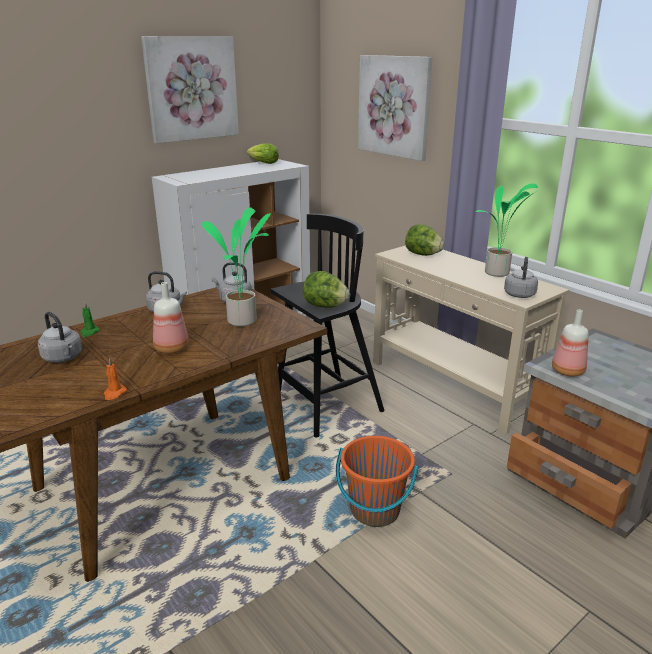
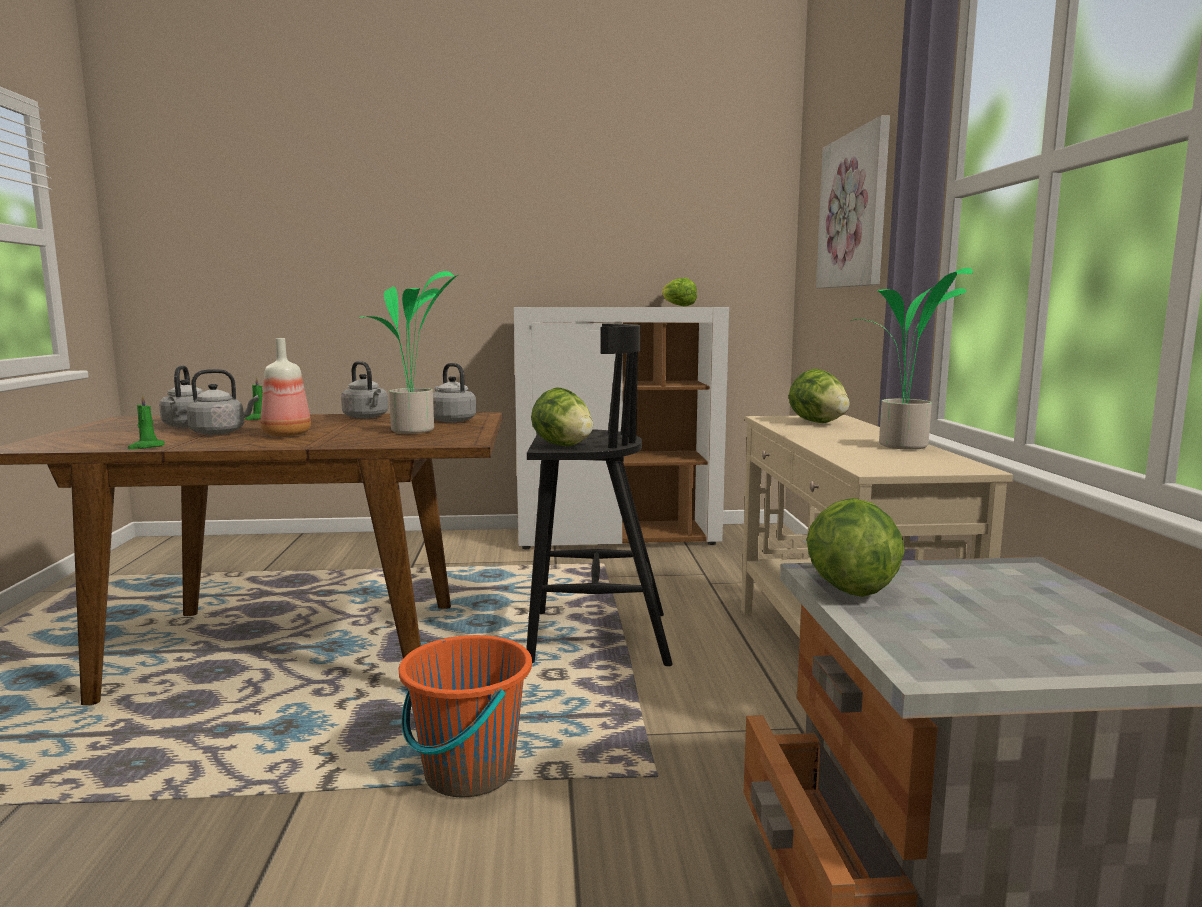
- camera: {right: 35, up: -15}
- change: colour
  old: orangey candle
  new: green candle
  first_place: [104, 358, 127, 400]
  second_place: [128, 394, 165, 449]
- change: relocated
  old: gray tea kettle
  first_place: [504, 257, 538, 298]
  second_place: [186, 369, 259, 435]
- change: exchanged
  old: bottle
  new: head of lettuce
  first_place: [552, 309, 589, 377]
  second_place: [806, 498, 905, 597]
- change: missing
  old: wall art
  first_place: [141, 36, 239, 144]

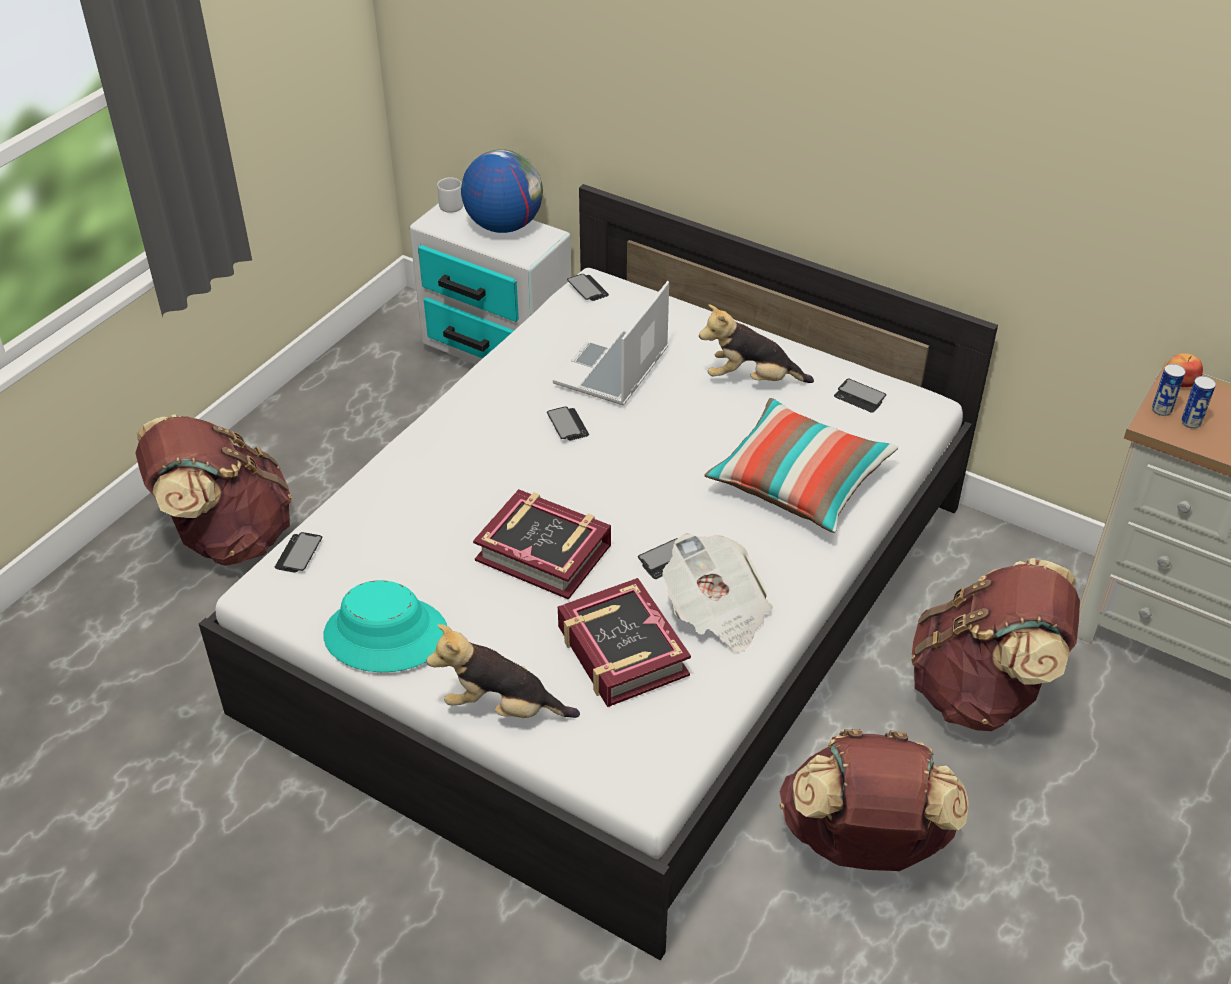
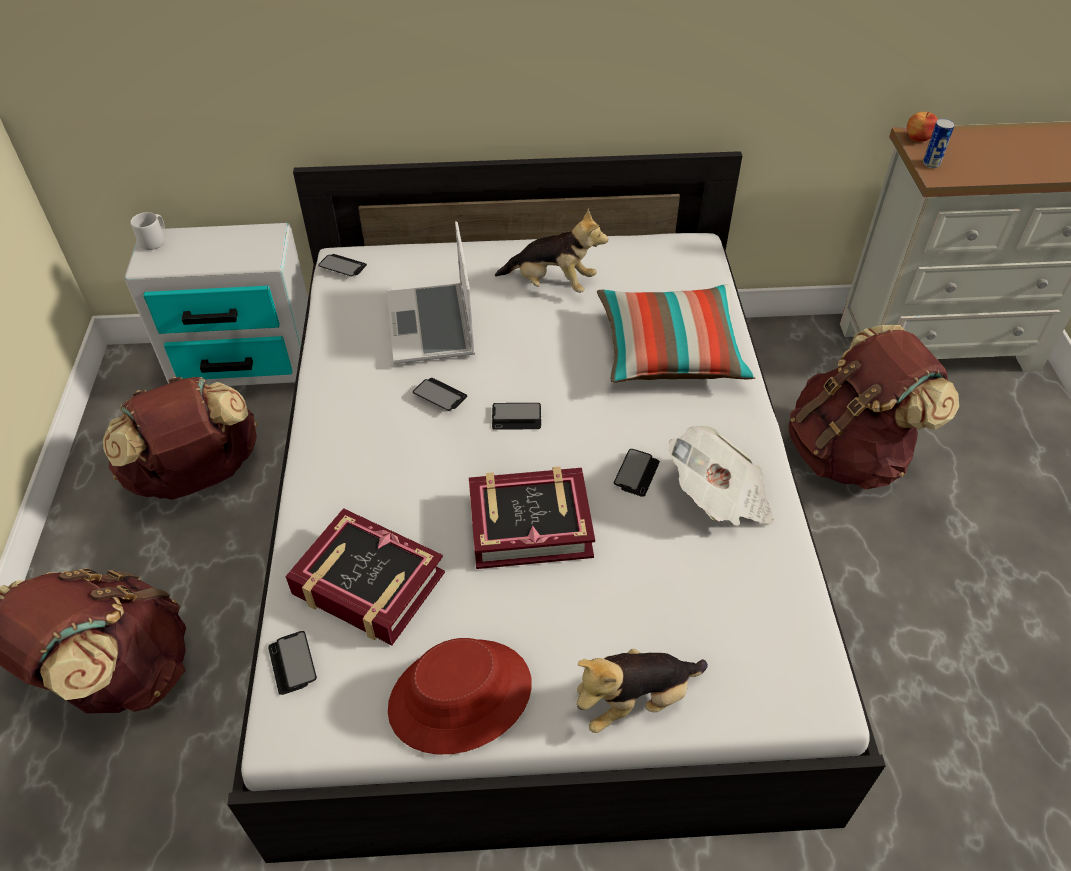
- camera: {right: -35, up: 5}
- change: relocated
  old: brown-coloured knapsack
  first_place: [779, 729, 968, 871]
  second_place: [103, 376, 258, 500]
- change: relocated
  old: book
  first_place: [558, 578, 691, 707]
  second_place: [285, 508, 445, 645]
- change: colour
  old: blue-green hat
  new: reddish hat
  first_place: [323, 580, 447, 672]
  second_place: [388, 638, 532, 754]
- change: relocated
  old: telephone
  first_place: [834, 379, 886, 413]
  second_place: [492, 403, 541, 430]
- change: spun
  old: cuddly toy
  first_place: [699, 304, 814, 383]
  second_place: [495, 209, 608, 293]
  degrees: -135
- change: missing
  old: desk globe
  first_place: [461, 149, 543, 233]
- change: missing
  old: metal can
  first_place: [1181, 376, 1216, 429]

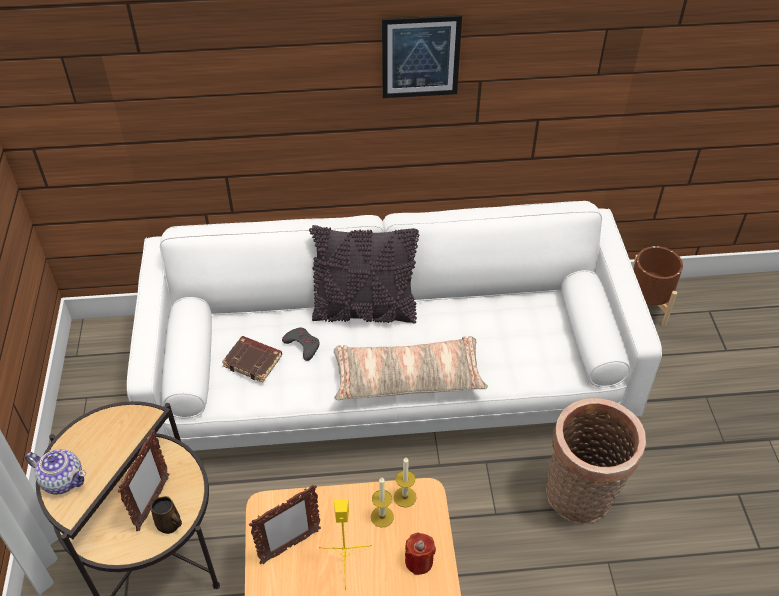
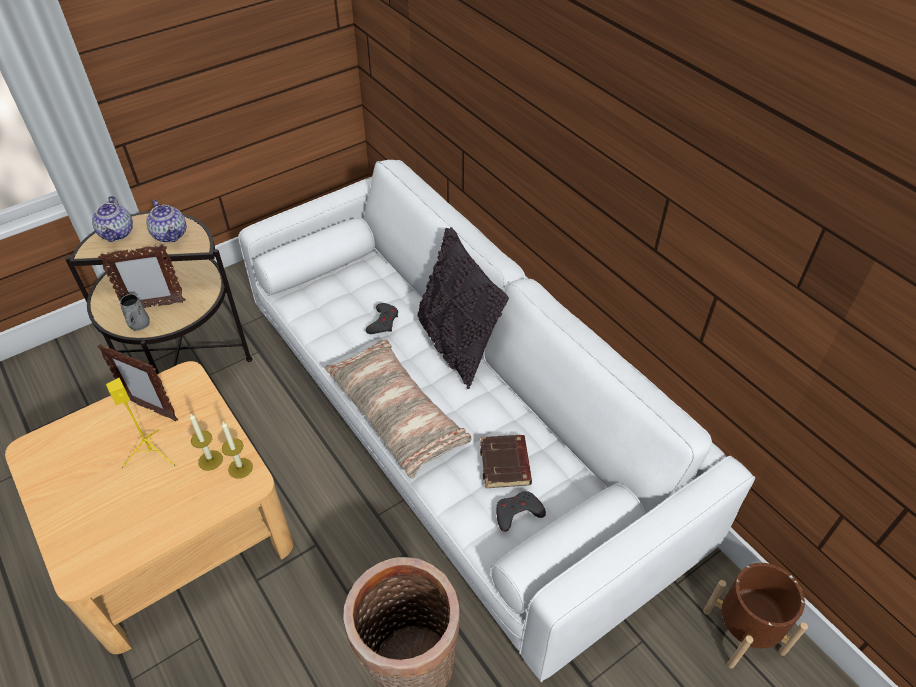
- camera: {right: 60, up: 0}
- change: colour
  old: brown-coloured tea mug
  new: gray tea mug
  first_place: [151, 496, 182, 534]
  second_place: [120, 293, 150, 331]
- change: appeared
  new: pot for tea
  second_place: [146, 200, 187, 243]
- change: relocated
  old: brown-coloured book
  first_place: [222, 336, 282, 382]
  second_place: [480, 435, 532, 488]
- change: appeared
  new: gray gamepad
  second_place: [496, 491, 546, 532]
- change: missing
  old: wall art
  first_place: [382, 15, 462, 98]
- change: missing
  old: reddish candle
  first_place: [405, 533, 436, 575]

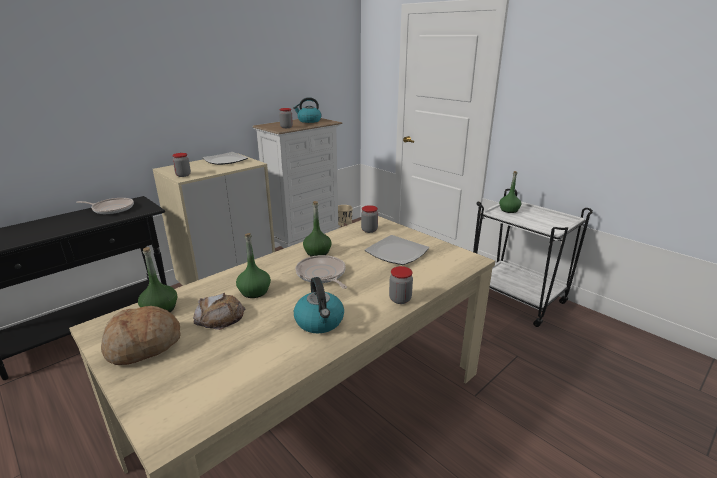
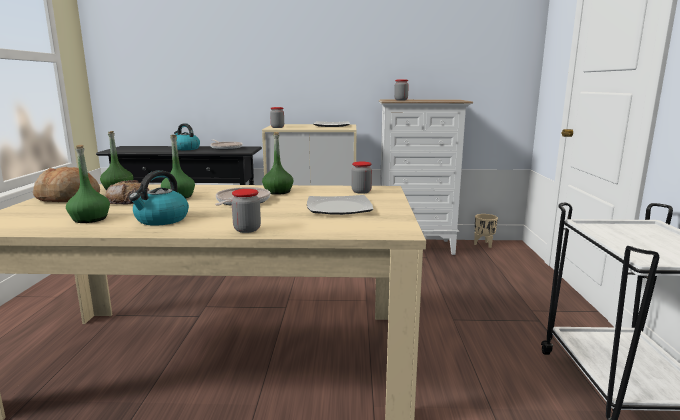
- camera: {right: 45, up: -10}
- change: relocated
  old: green bottle
  first_place: [499, 171, 522, 213]
  second_place: [66, 145, 110, 223]
- change: relocated
  old: tea kettle
  first_place: [293, 97, 321, 123]
  second_place: [174, 123, 200, 150]

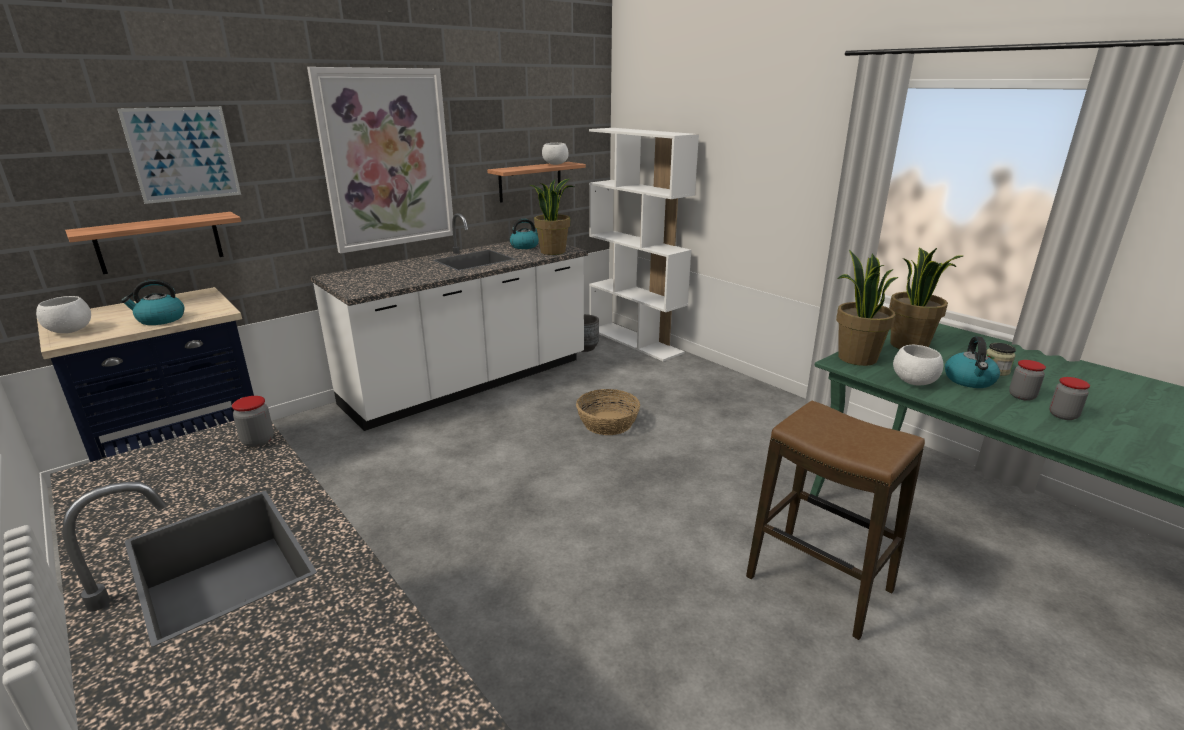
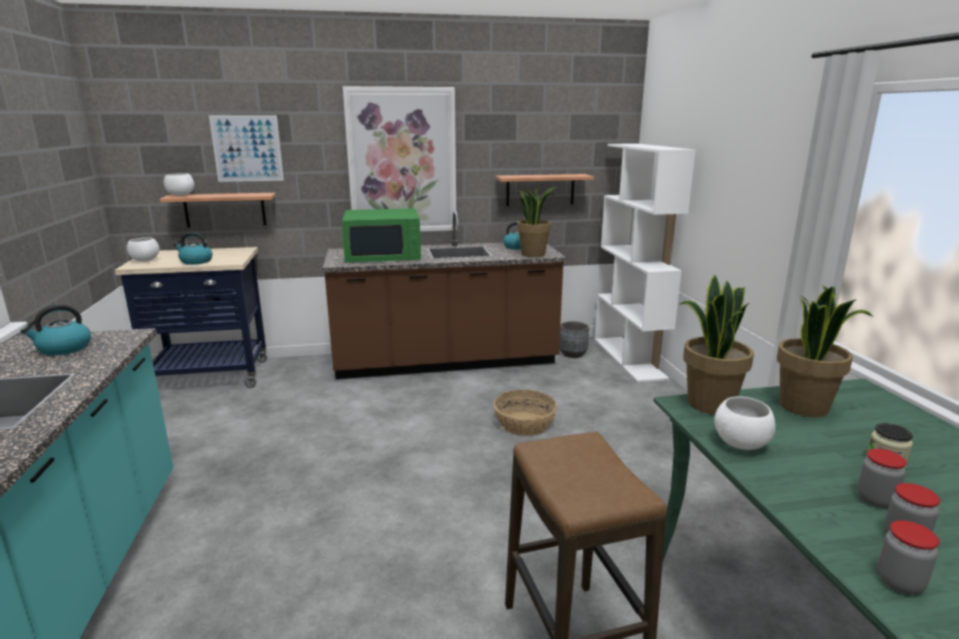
- camera: {right: 30, up: -5}
- change: relocated
  old: tea kettle
  first_place: [945, 336, 1000, 388]
  second_place: [20, 305, 91, 356]
- change: relocated
  old: white-coloured serving bowl
  first_place: [542, 143, 569, 165]
  second_place: [164, 173, 194, 196]
- change: colour
  old: white-coloured counter
  new: brown-coloured counter
  first_place: [310, 213, 588, 431]
  second_place: [323, 211, 566, 379]
- change: appeared
  new: green microwave
  second_place: [342, 208, 421, 262]
- change: relocated
  old: jar
  first_place: [232, 396, 274, 447]
  second_place: [877, 520, 940, 594]

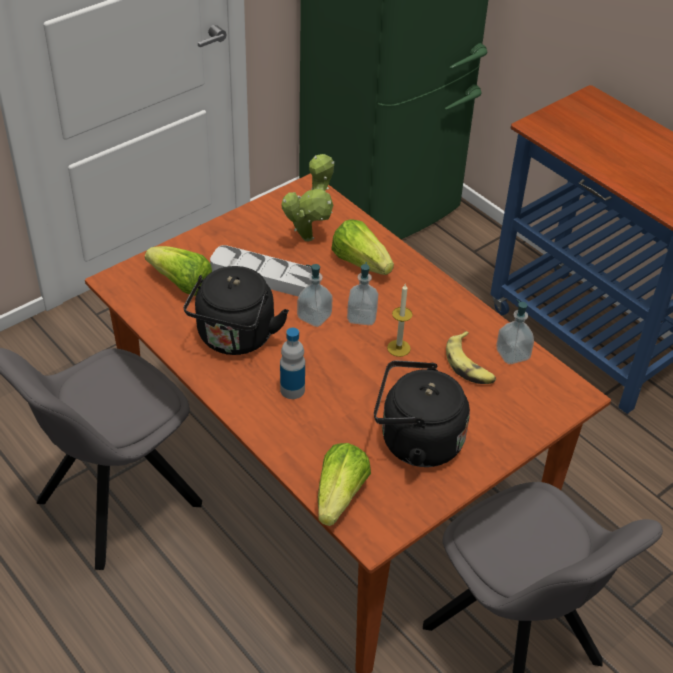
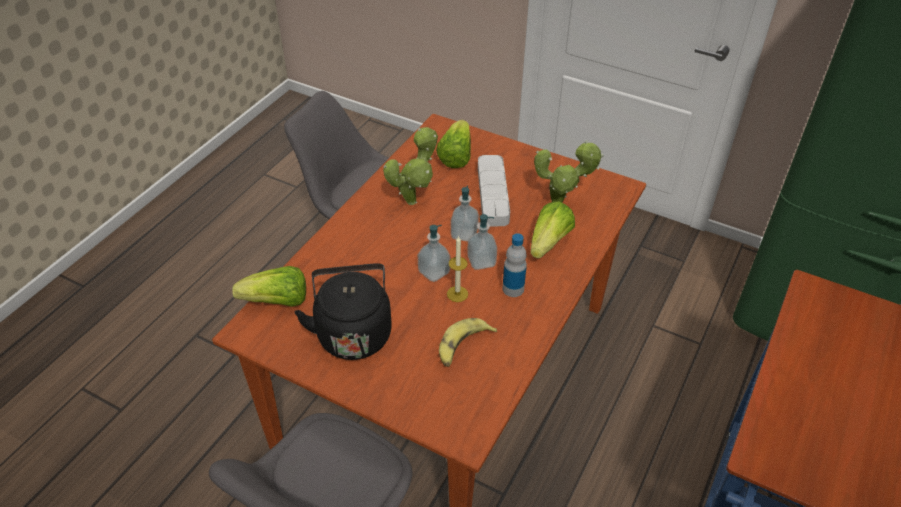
- camera: {right: 70, up: 0}
- change: exchanged
  old: black tea kettle
  new: plant in a pot
  first_place: [184, 266, 289, 355]
  second_place: [383, 127, 438, 205]
- change: relocated
  old: soap bottle
  first_place: [496, 300, 534, 364]
  second_place: [418, 225, 450, 282]
- change: relocated
  old: bottle
  first_place: [280, 328, 305, 399]
  second_place: [502, 233, 527, 297]

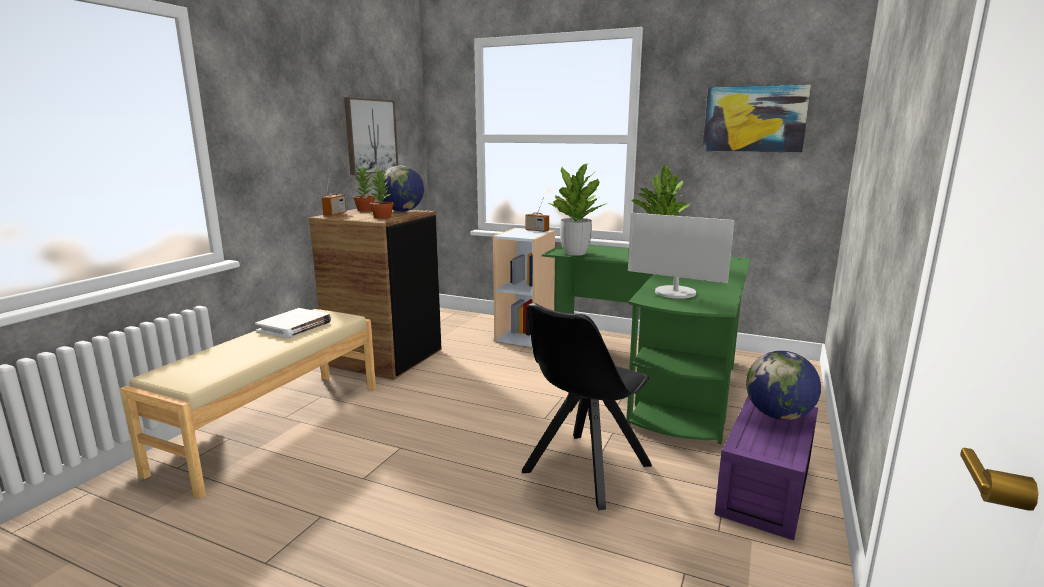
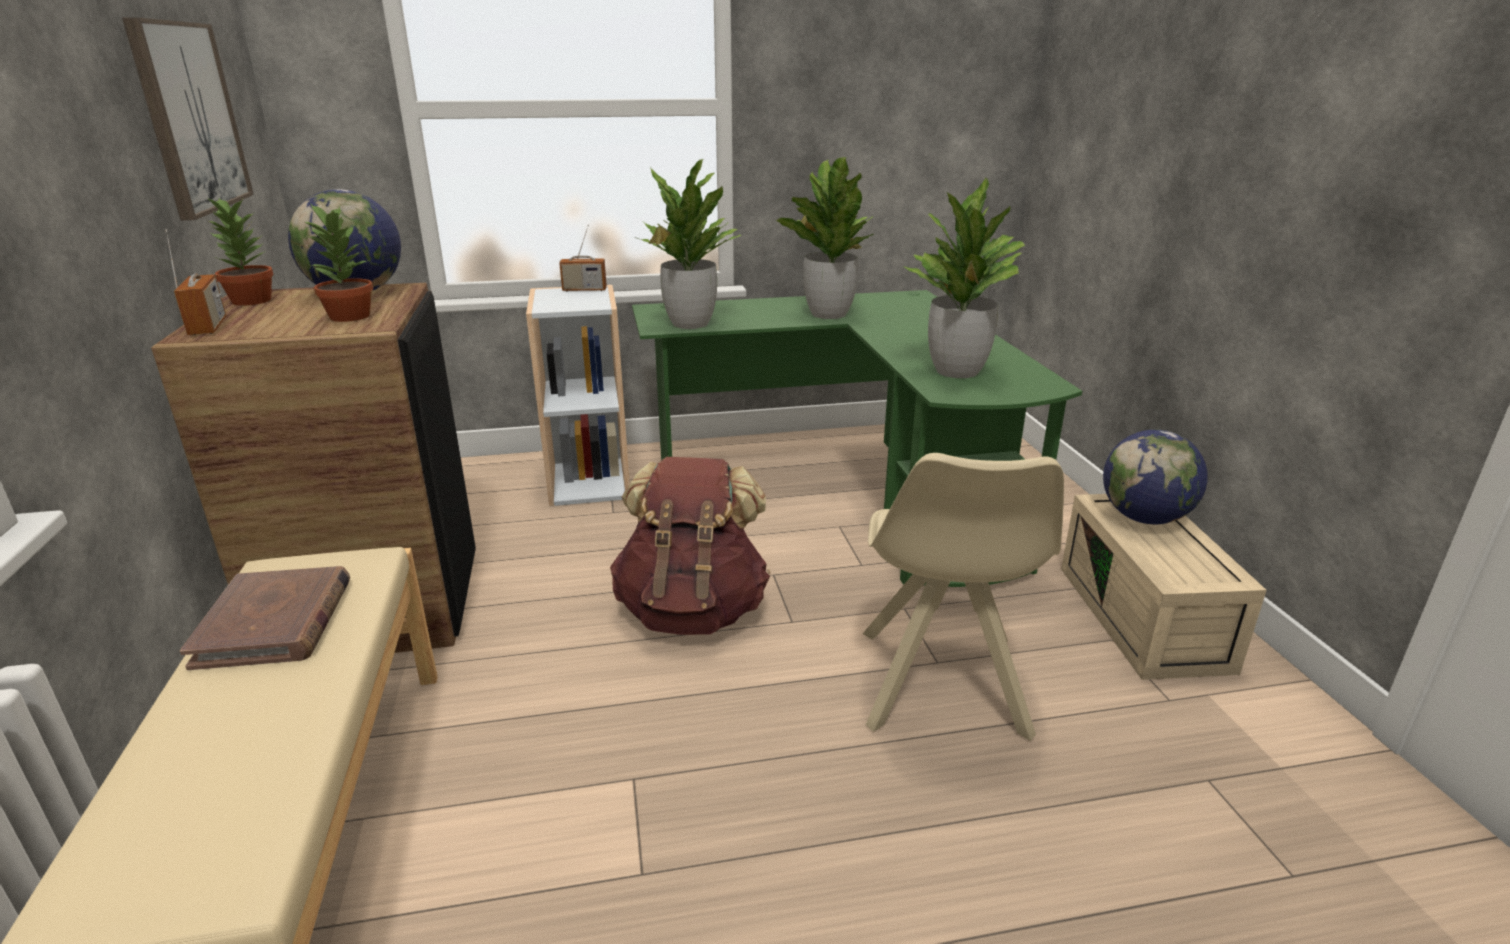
- camera: {right: -35, up: 10}
- change: colour
  old: white-coloured book
  new: brown-coloured book
  first_place: [255, 308, 331, 338]
  second_place: [180, 566, 350, 670]
- change: appeared
  new: brown-coloured knapsack
  second_place: [610, 457, 770, 635]
- change: colour
  old: black upright chair
  new: beige-coloured upright chair
  first_place: [522, 303, 652, 510]
  second_place: [863, 453, 1064, 741]
- change: exchanged
  old: computer screen
  new: plant in a pot
  first_place: [628, 213, 734, 299]
  second_place: [901, 177, 1025, 378]
- change: colour
  old: purple storage container
  new: beige-coloured storage container
  first_place: [715, 395, 818, 540]
  second_place: [1061, 494, 1267, 680]
- change: missing
  old: wall art
  first_place: [703, 84, 811, 152]

